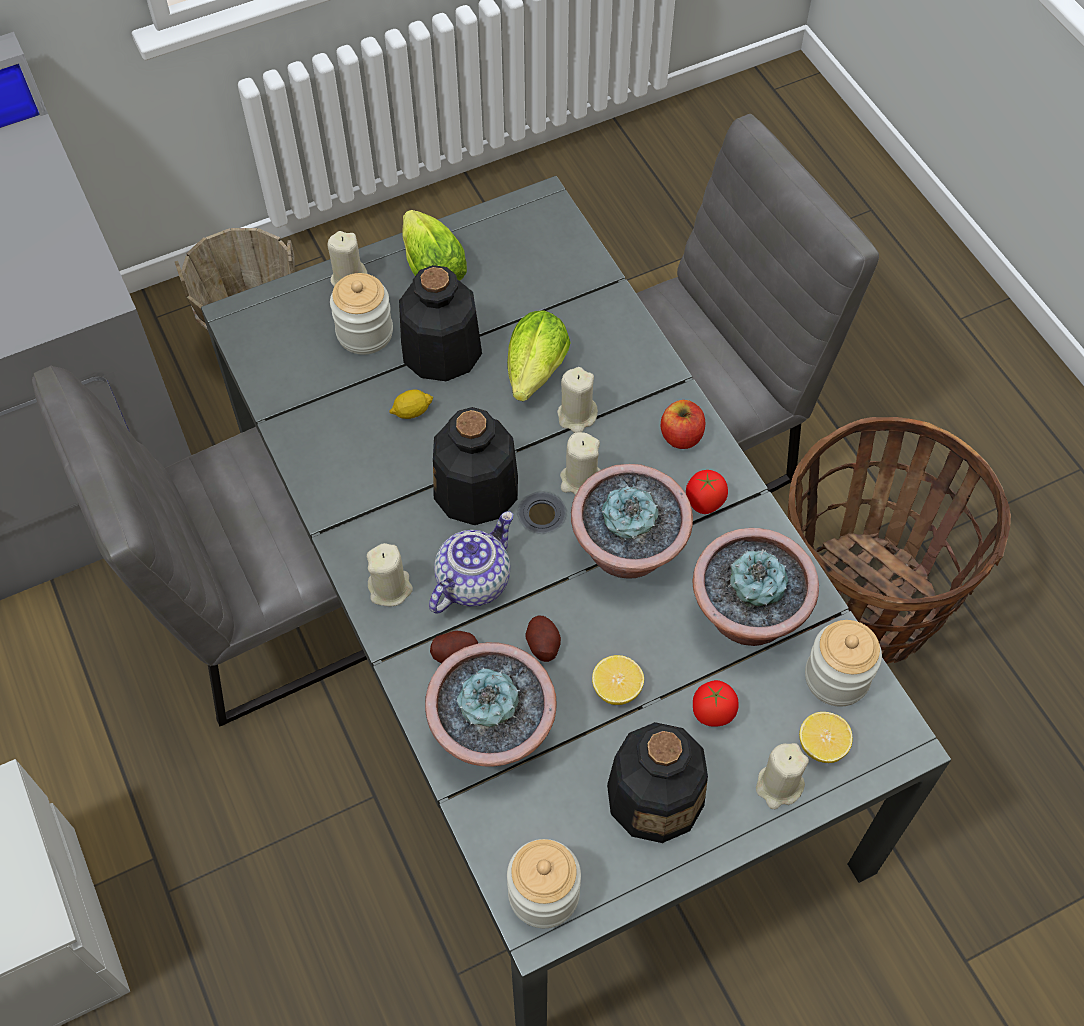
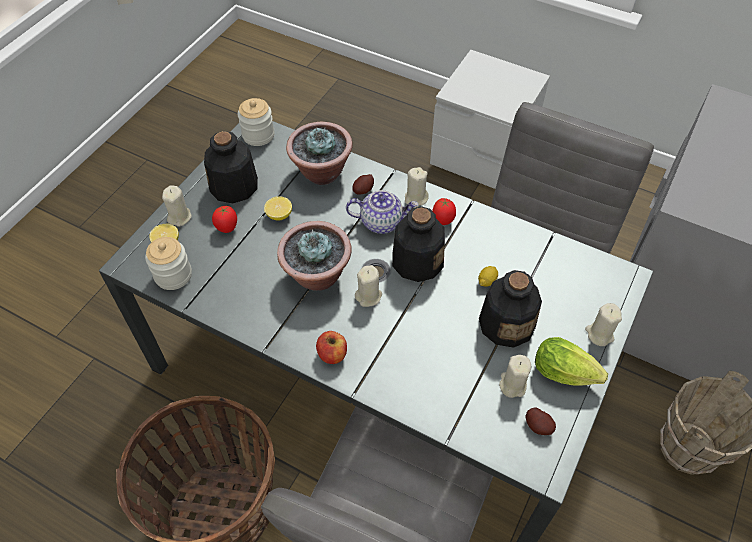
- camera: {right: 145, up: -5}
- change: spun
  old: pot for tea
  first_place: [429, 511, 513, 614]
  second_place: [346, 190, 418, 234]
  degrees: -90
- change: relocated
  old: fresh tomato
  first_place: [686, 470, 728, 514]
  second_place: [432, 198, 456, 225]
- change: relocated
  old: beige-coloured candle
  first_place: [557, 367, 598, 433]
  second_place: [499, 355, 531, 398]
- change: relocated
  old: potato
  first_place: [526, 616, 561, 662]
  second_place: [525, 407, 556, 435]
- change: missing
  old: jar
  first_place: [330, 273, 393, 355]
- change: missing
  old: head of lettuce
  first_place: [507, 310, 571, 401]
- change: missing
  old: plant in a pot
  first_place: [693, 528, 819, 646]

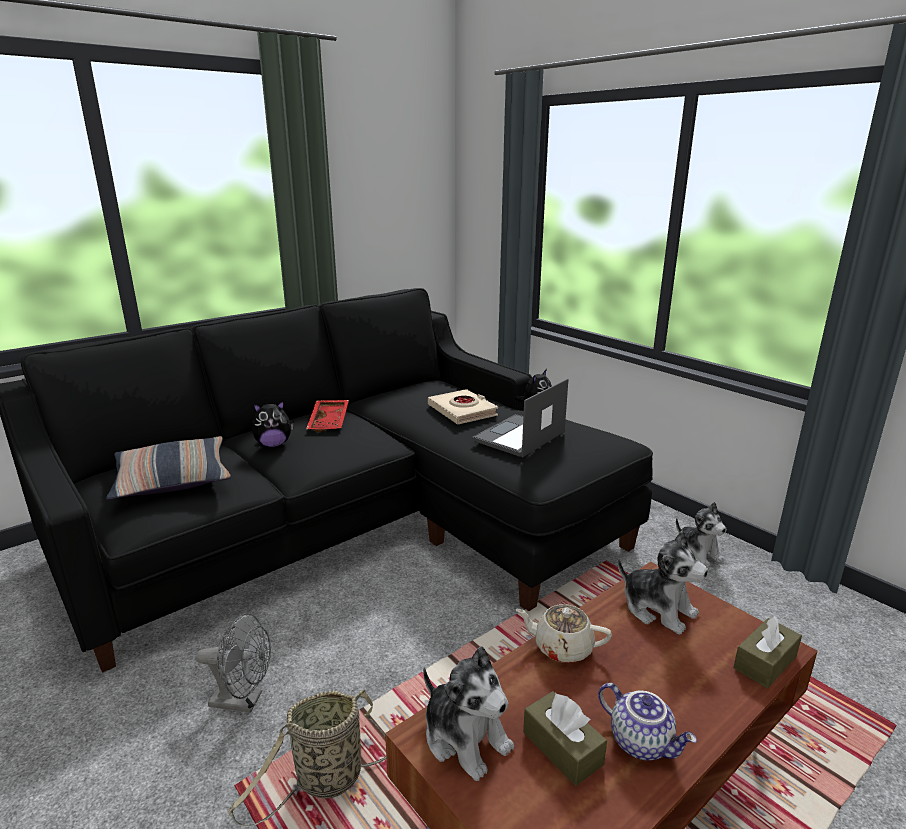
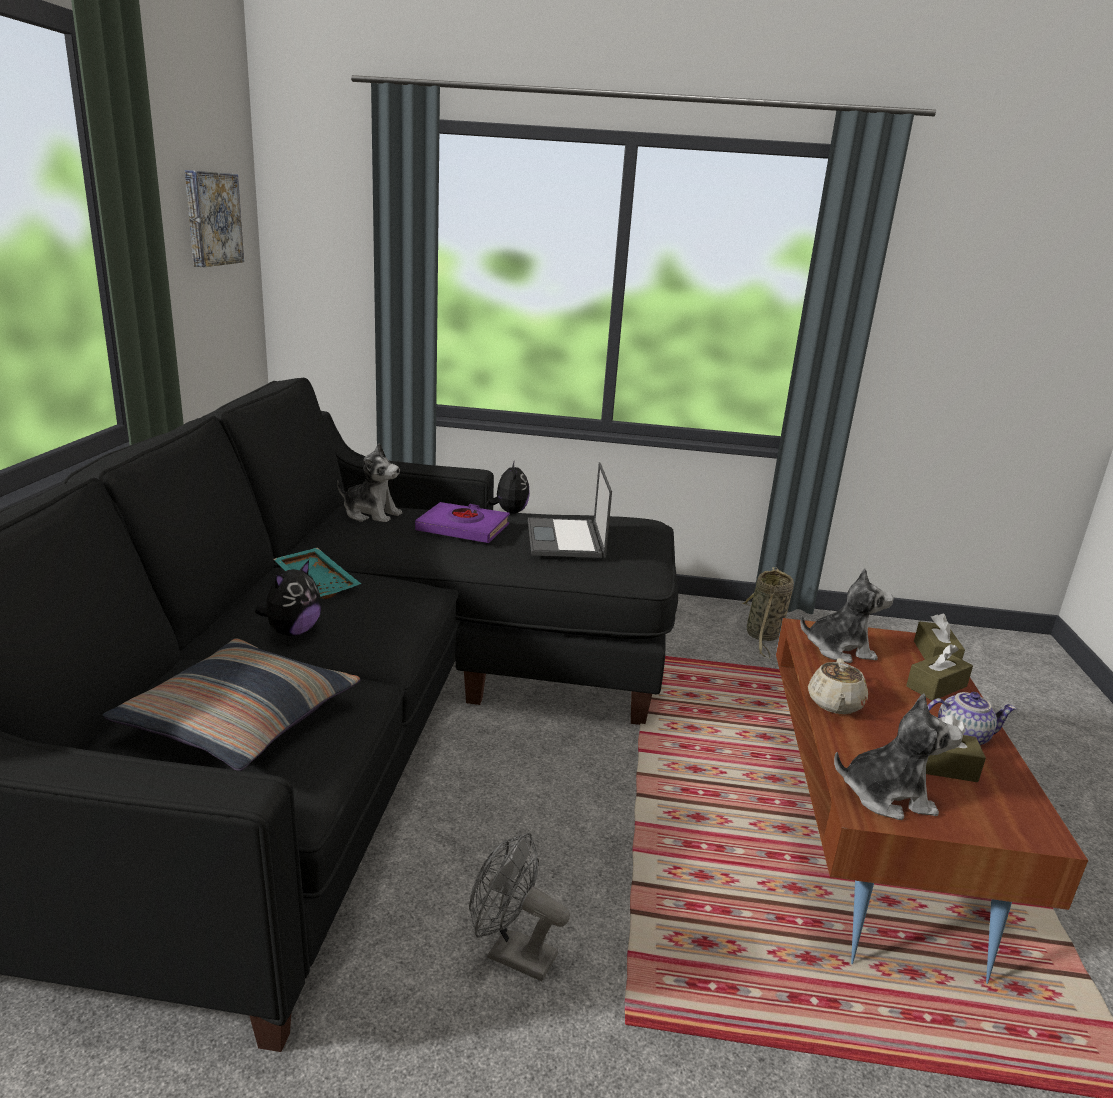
- camera: {right: -45, up: 0}
- change: appeared
  new: wall art
  second_place: [185, 170, 244, 267]
- change: colour
  old: reddish serving tray
  new: blue-green serving tray
  first_place: [306, 400, 349, 432]
  second_place: [273, 547, 361, 599]
- change: relocated
  old: cuddly toy
  first_place: [676, 502, 727, 568]
  second_place: [337, 443, 402, 522]
- change: colour
  old: beige-coloured book
  new: purple book
  first_place: [428, 389, 498, 424]
  second_place: [415, 502, 510, 543]
- change: spun
  old: gray cooling fan
  first_place: [196, 613, 271, 713]
  second_place: [469, 833, 570, 981]
  degrees: -120
- change: relocated
  old: basket
  first_place: [228, 689, 386, 827]
  second_place: [742, 567, 794, 658]
- change: spun
  old: beige-coloured pot for tea
  first_place: [515, 604, 612, 663]
  second_place: [808, 658, 868, 714]
  degrees: -45
- change: appeared
  new: brown-coloured box of tissues
  second_place: [906, 644, 973, 701]

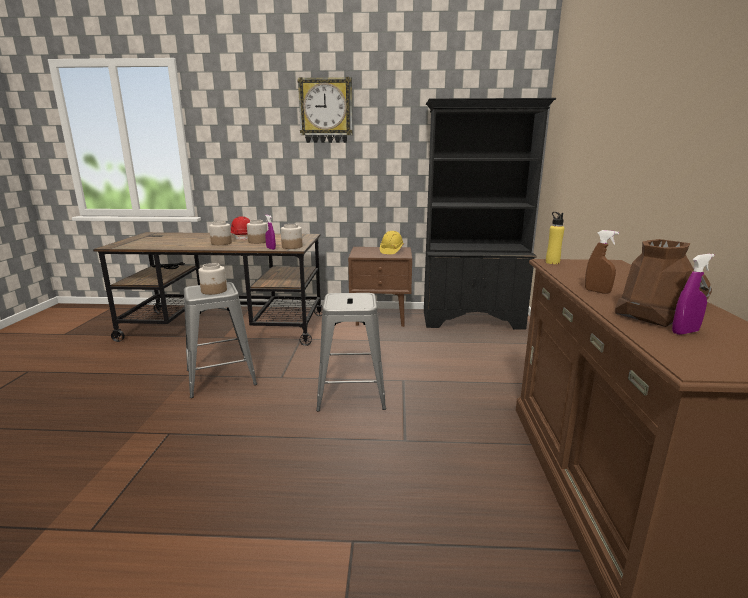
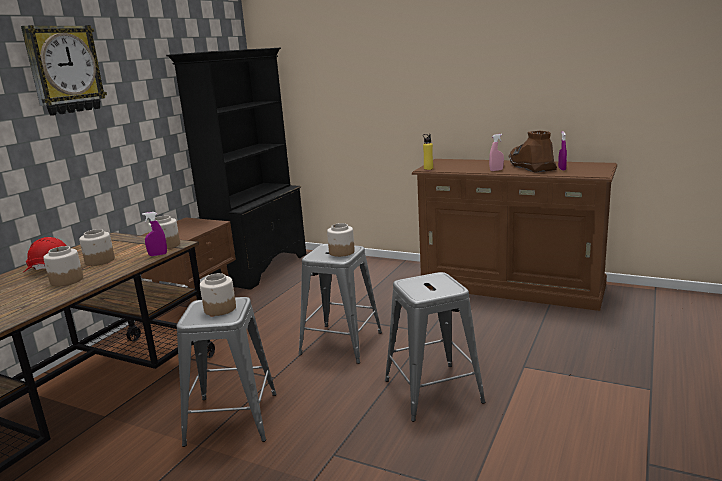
- camera: {right: -65, up: 0}
- change: appeared
  new: jar
  second_place: [327, 223, 355, 257]
- change: appeared
  new: gray stool seat
  second_place: [385, 272, 485, 422]
- change: colour
  old: brown-coloured spray bottle
  new: pink-coloured spray bottle
  first_place: [585, 230, 619, 294]
  second_place: [489, 134, 504, 171]
- change: missing
  old: yellow work helmet
  first_place: [380, 231, 404, 254]

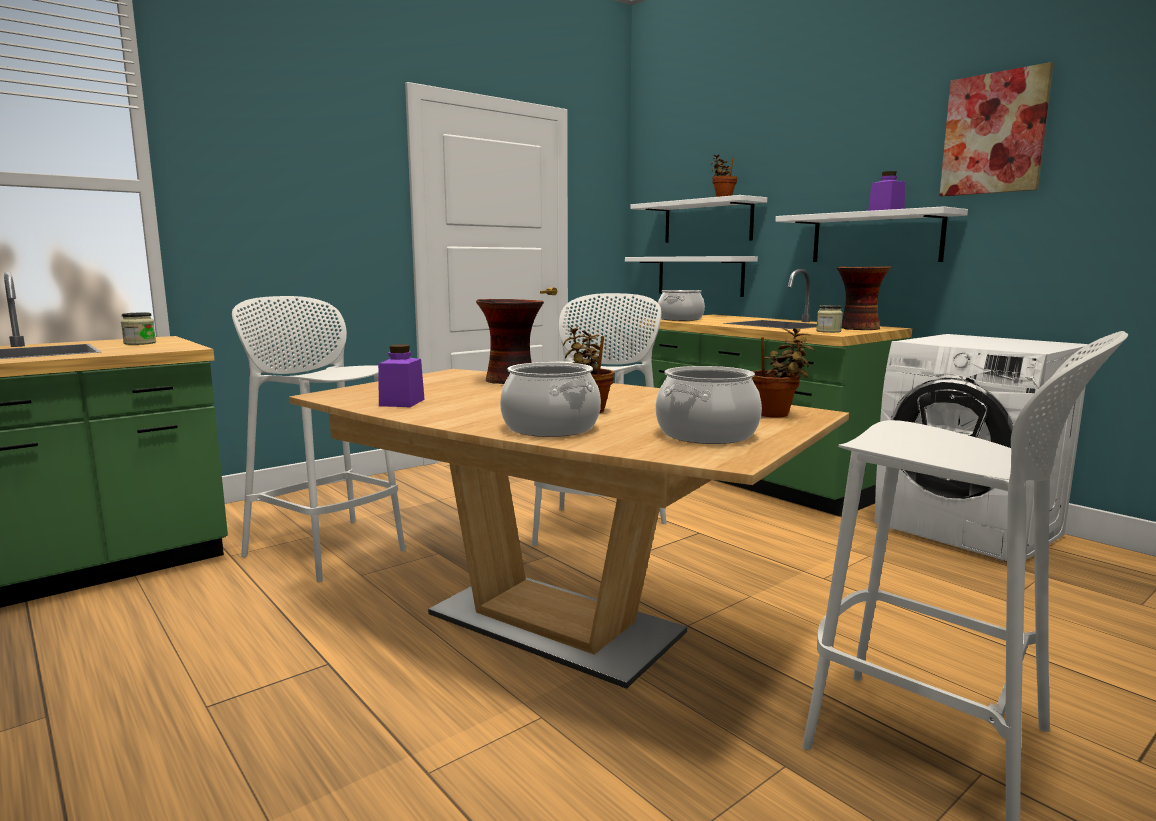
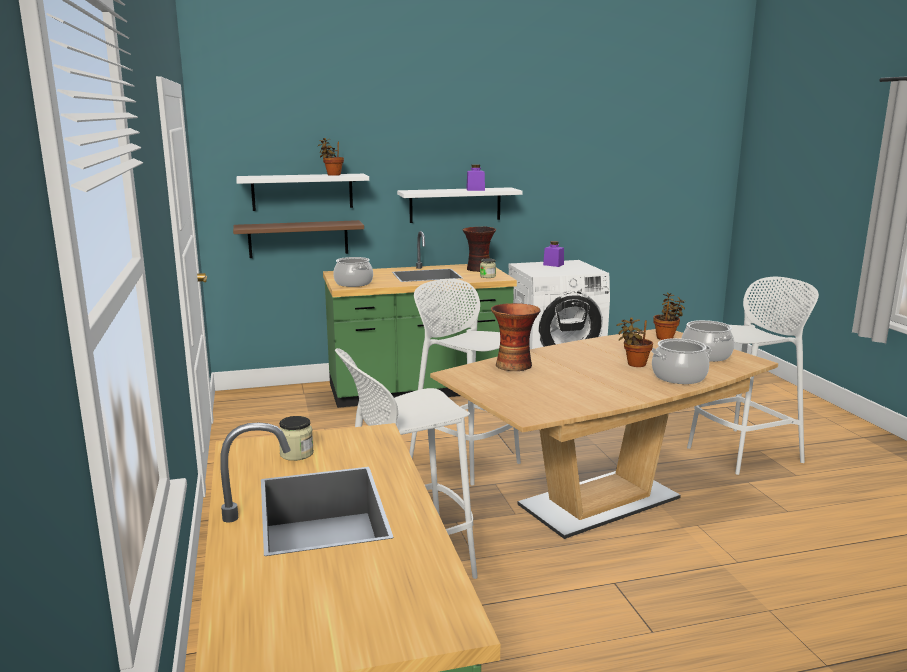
- camera: {right: -65, up: 5}
- change: colour
  old: white-coloured shelf
  new: brown-coloured shelf
  first_place: [625, 256, 758, 297]
  second_place: [233, 220, 364, 258]
- change: relocated
  old: purple jar
  first_place: [378, 344, 425, 407]
  second_place: [543, 241, 564, 267]
- change: missing
  old: wall art
  first_place: [939, 62, 1053, 196]

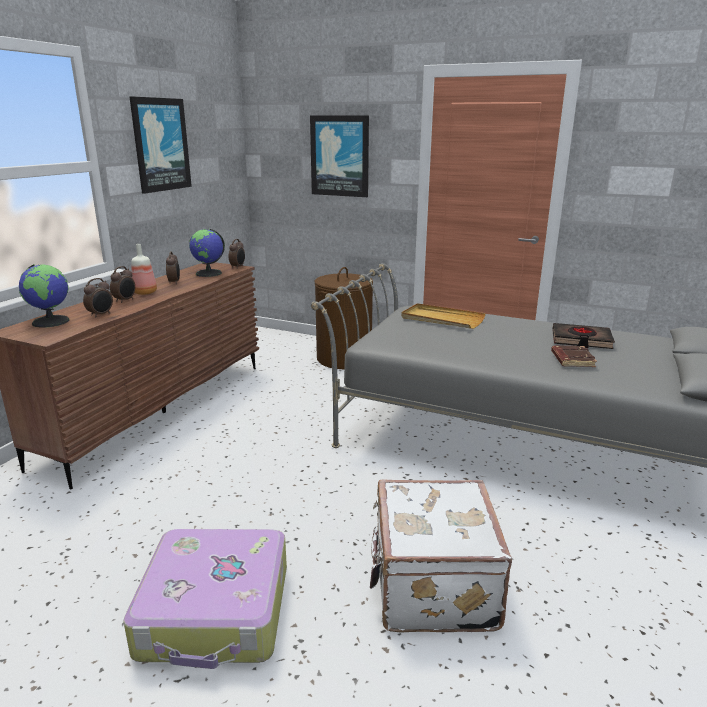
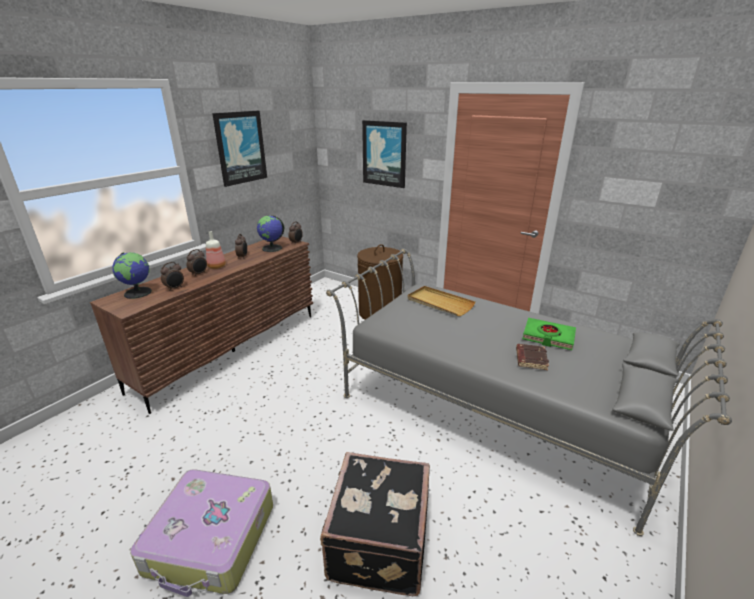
- camera: {right: 10, up: 5}
- change: colour
  old: white-coloured suitcase
  new: black suitcase
  first_place: [370, 480, 512, 632]
  second_place: [320, 452, 430, 596]
- change: colour
  old: black book
  new: green book
  first_place: [552, 323, 615, 349]
  second_place: [522, 318, 576, 350]

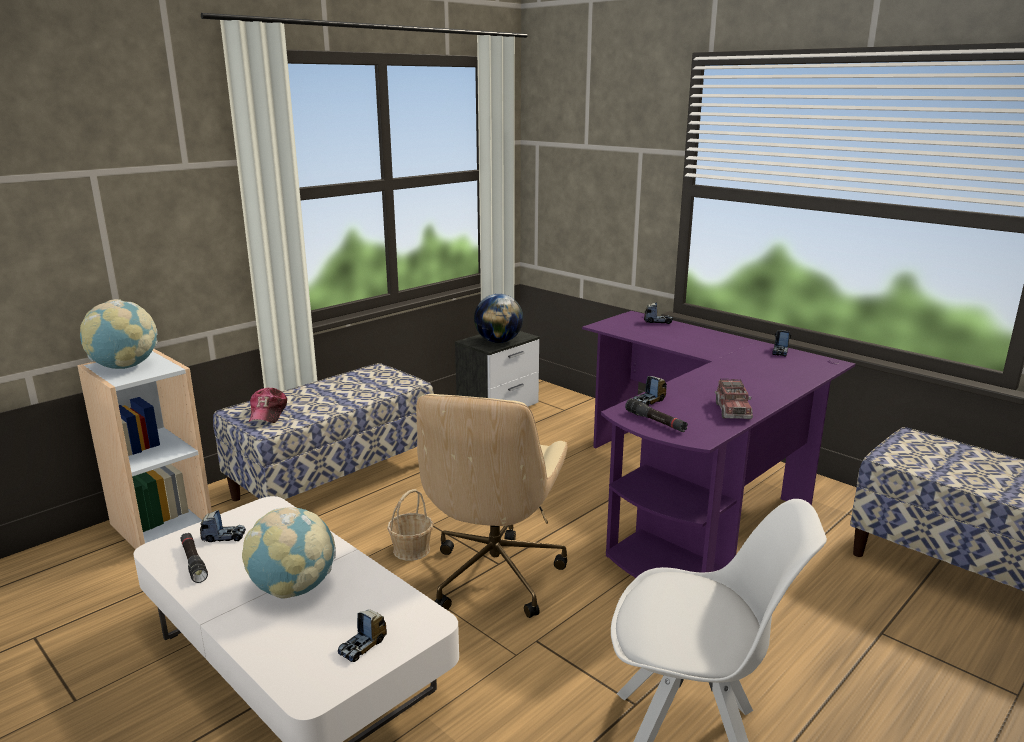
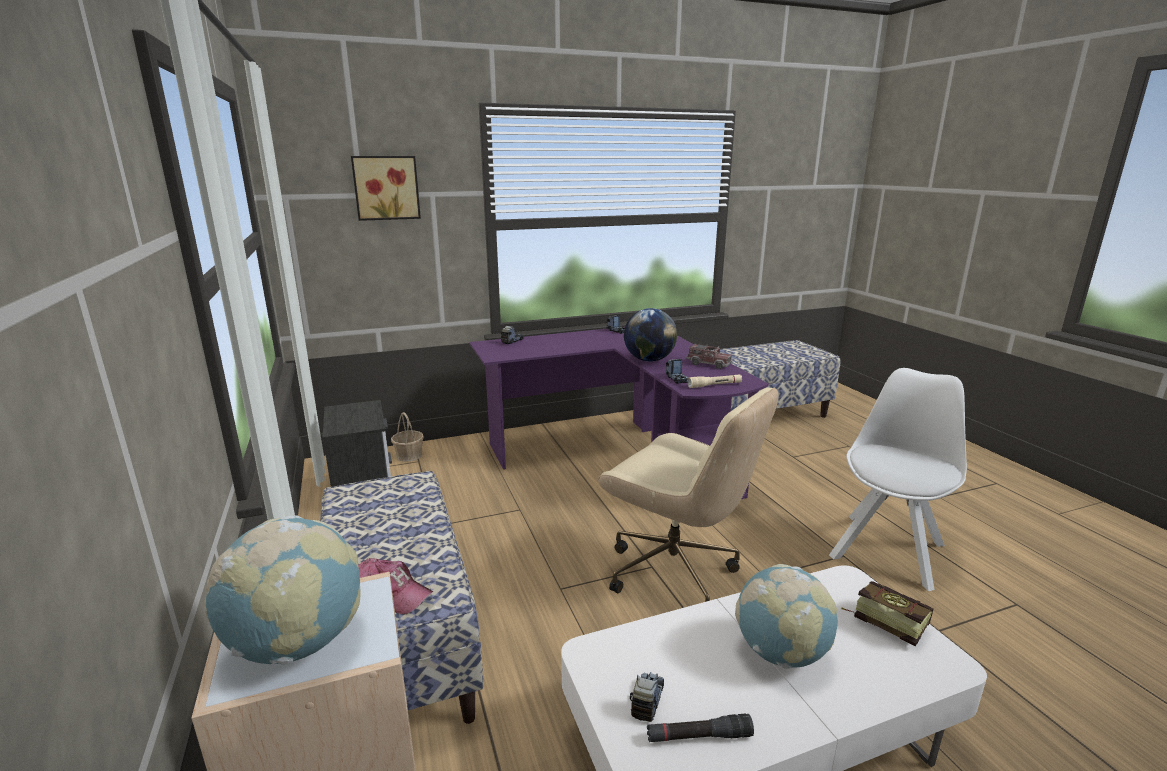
- camera: {right: -65, up: 0}
- change: appeared
  new: wall art
  second_place: [351, 156, 421, 221]
- change: relocated
  old: basket
  first_place: [387, 489, 433, 561]
  second_place: [391, 412, 424, 462]
- change: relocated
  old: desk globe
  first_place: [474, 294, 523, 343]
  second_place: [624, 308, 677, 362]
- change: colour
  old: black hand torch
  new: beige-coloured hand torch
  first_place: [625, 398, 688, 432]
  second_place: [688, 375, 742, 388]
- change: exchanged
  old: toy truck
  new: book
  first_place: [338, 609, 387, 662]
  second_place: [842, 581, 933, 647]

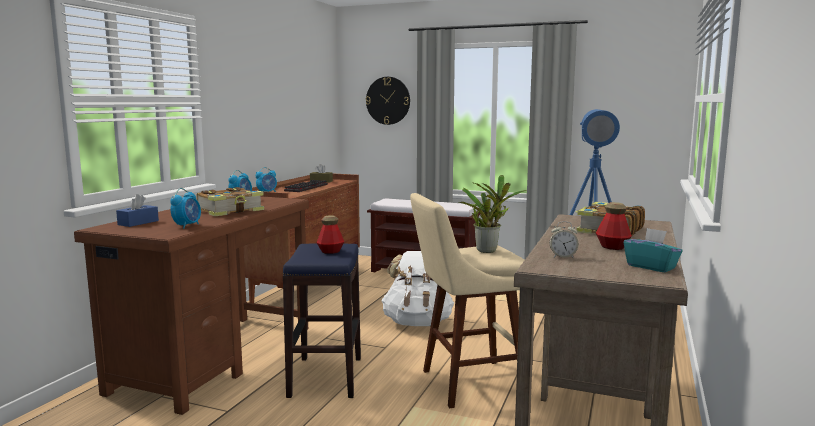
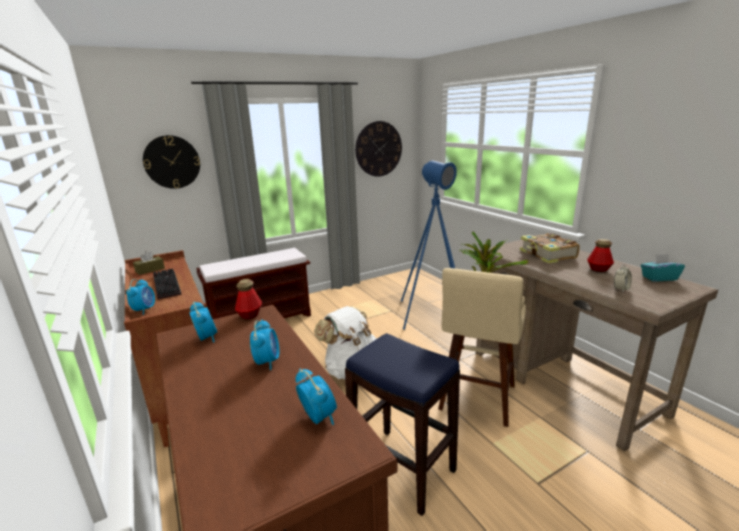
- camera: {right: -50, up: 10}
- change: relocated
  old: bottle
  first_place: [317, 216, 344, 254]
  second_place: [235, 279, 262, 319]
- change: exchanged
  old: book
  new: table clock
  first_place: [196, 187, 264, 216]
  second_place: [250, 319, 279, 370]
- change: appeared
  new: clock on the wall
  second_place: [355, 121, 402, 177]
- change: missing
  old: bluish box of tissues
  first_place: [116, 194, 159, 227]

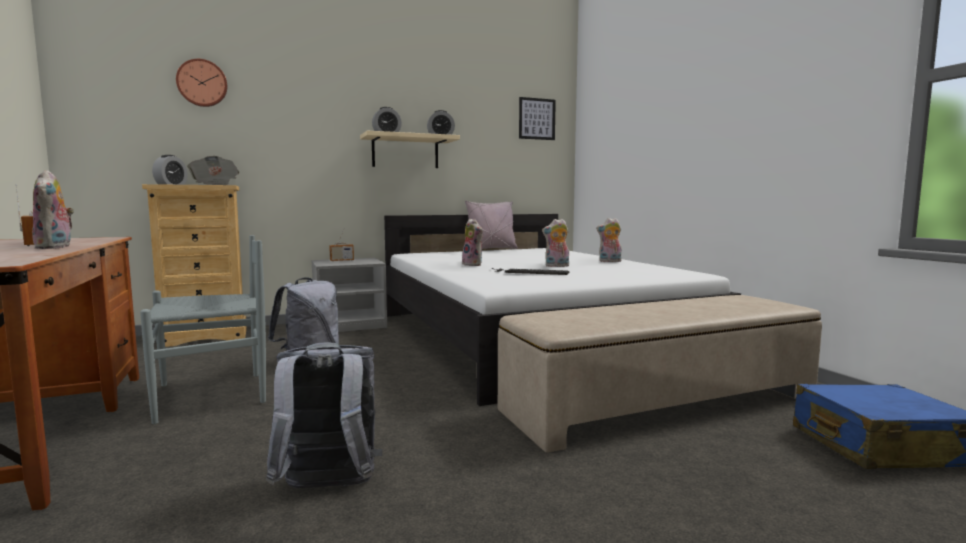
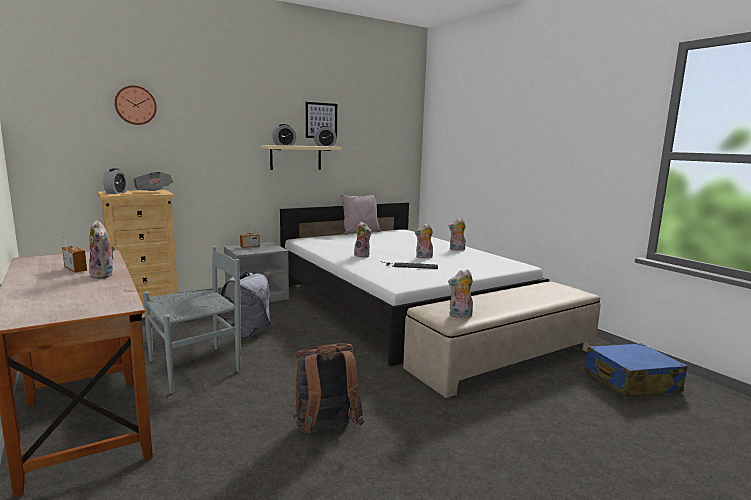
- camera: {right: -10, up: 5}
- change: colour
  old: gray knapsack
  new: brown-coloured knapsack
  first_place: [266, 342, 382, 488]
  second_place: [293, 344, 364, 433]
- change: relocated
  old: wall art
  first_place: [519, 97, 556, 140]
  second_place: [305, 102, 337, 138]
- change: appeared
  new: cuddly toy
  second_place: [448, 269, 473, 318]

